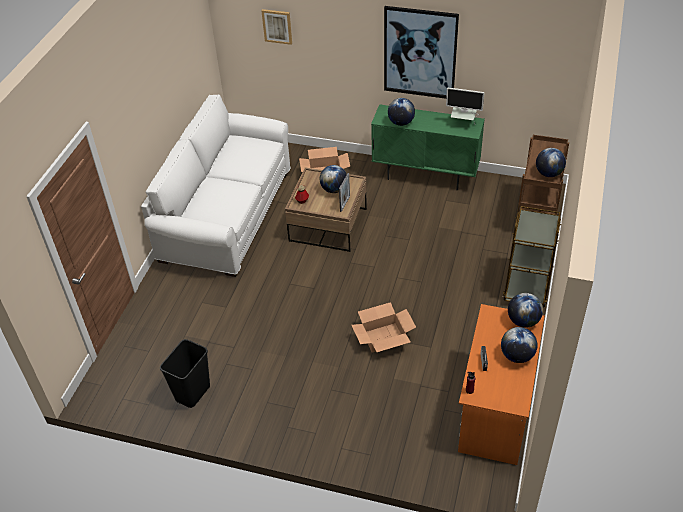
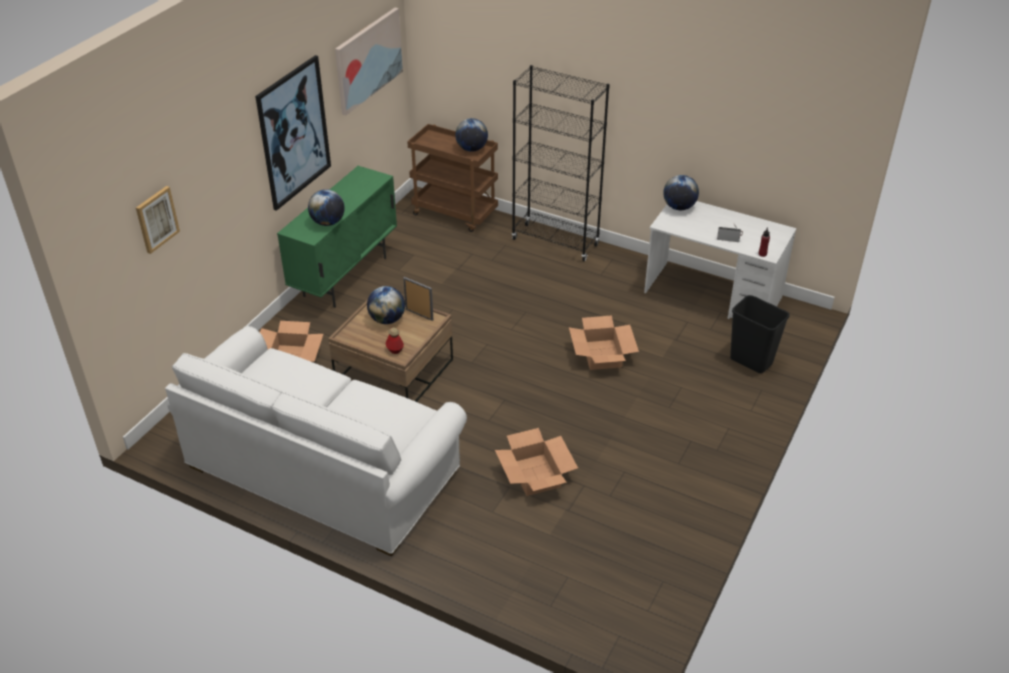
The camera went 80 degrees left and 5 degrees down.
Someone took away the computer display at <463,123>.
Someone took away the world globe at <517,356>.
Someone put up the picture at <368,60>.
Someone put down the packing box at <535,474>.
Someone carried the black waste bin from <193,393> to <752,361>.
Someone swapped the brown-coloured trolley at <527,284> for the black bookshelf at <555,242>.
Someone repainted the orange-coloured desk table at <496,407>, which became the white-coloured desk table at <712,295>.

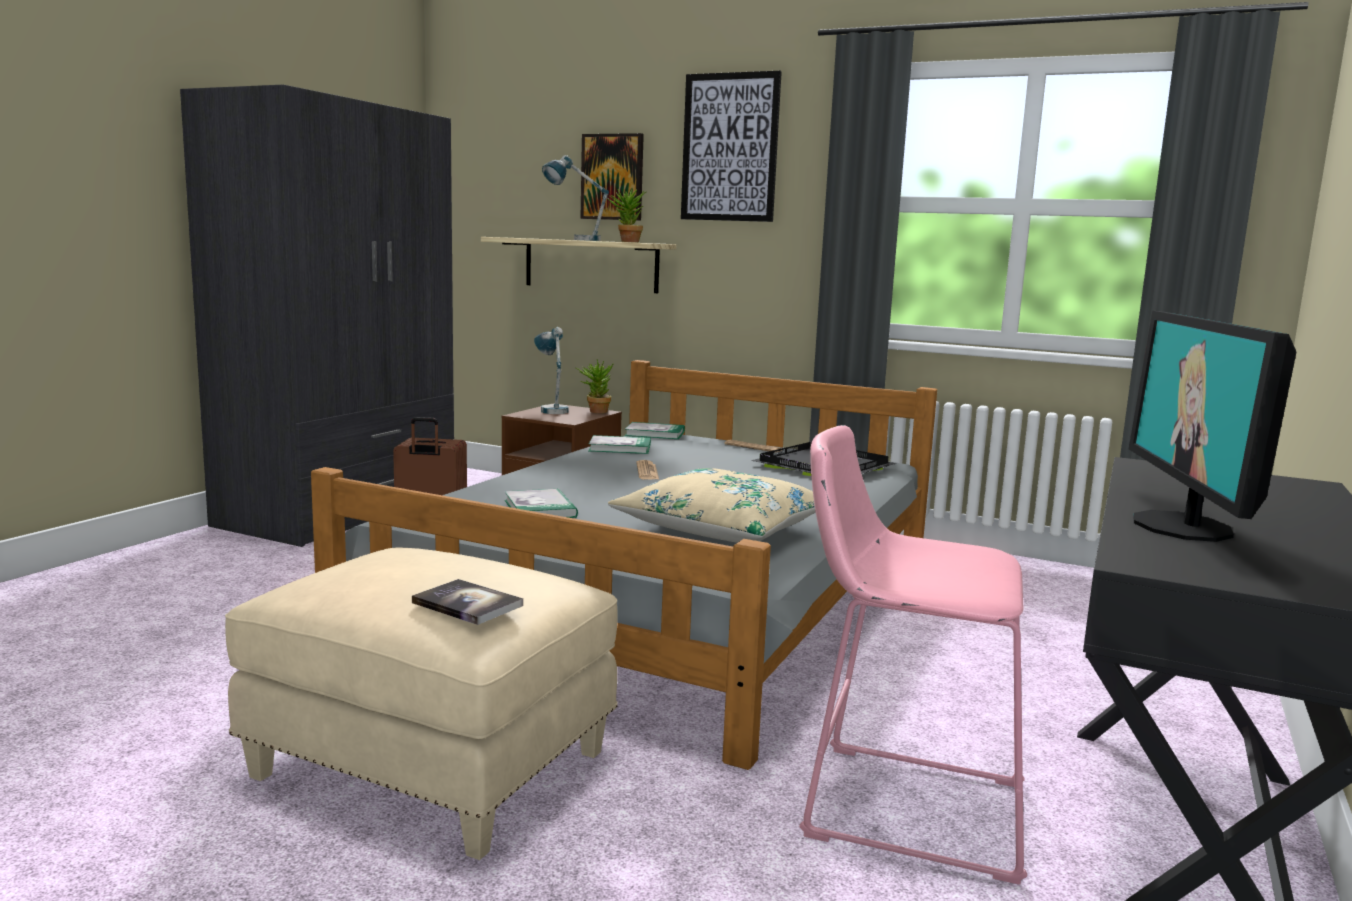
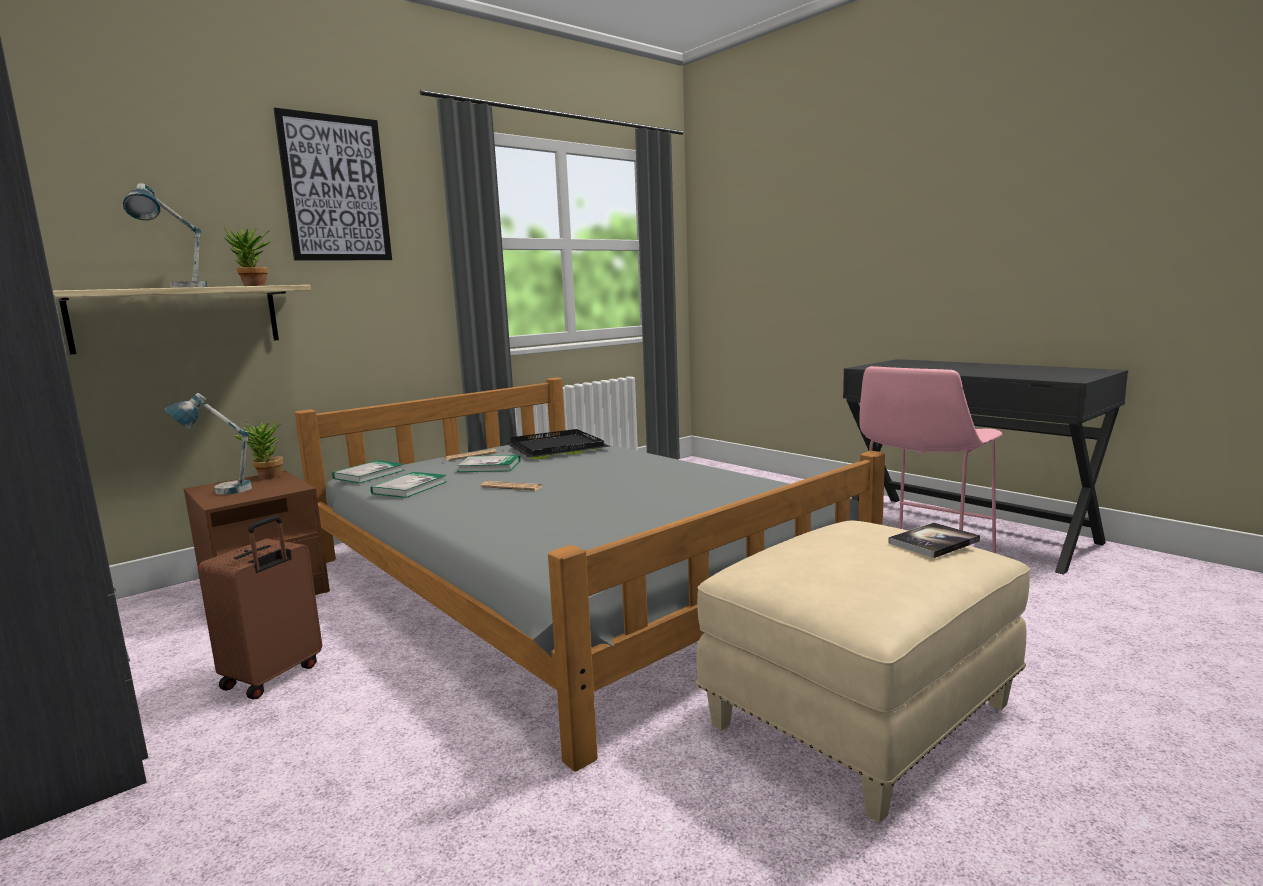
The camera went 65 degrees left and 0 degrees up.
Someone took away the picture at <612,177>.
Someone took away the beige-coloured cushion at <723,528>.
Someone took away the computer display at <1184,527>.
Someone carried the bound book from <540,509> to <489,466>.

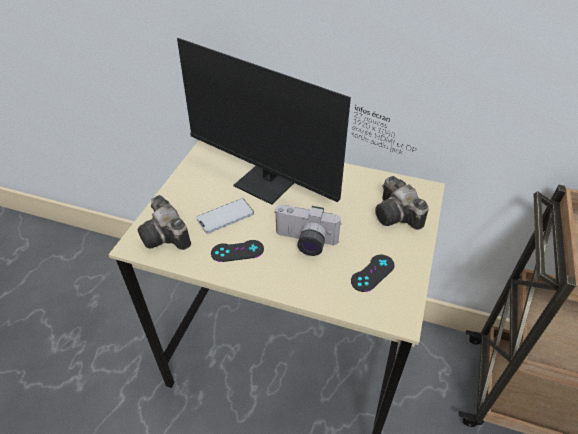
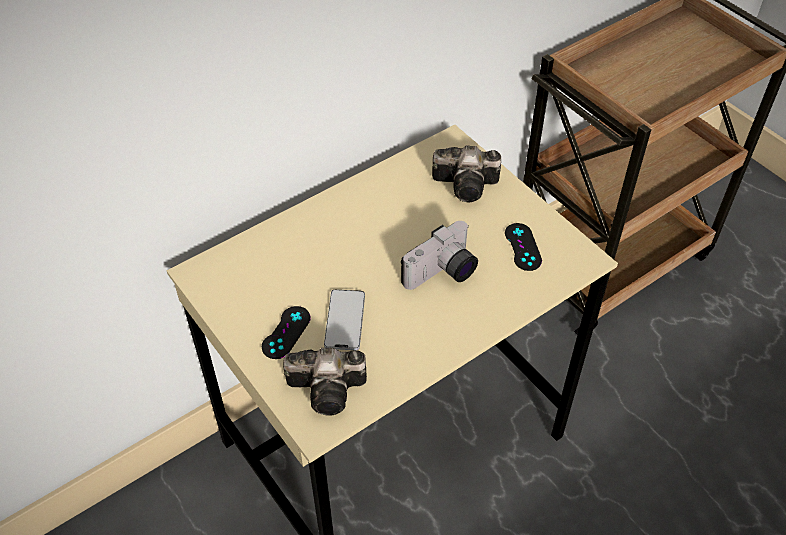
The camera went 55 degrees left and 5 degrees up.
Someone took away the computer display at <272,187>.
Someone carried the black gamepad from <237,251> to <286,332>.

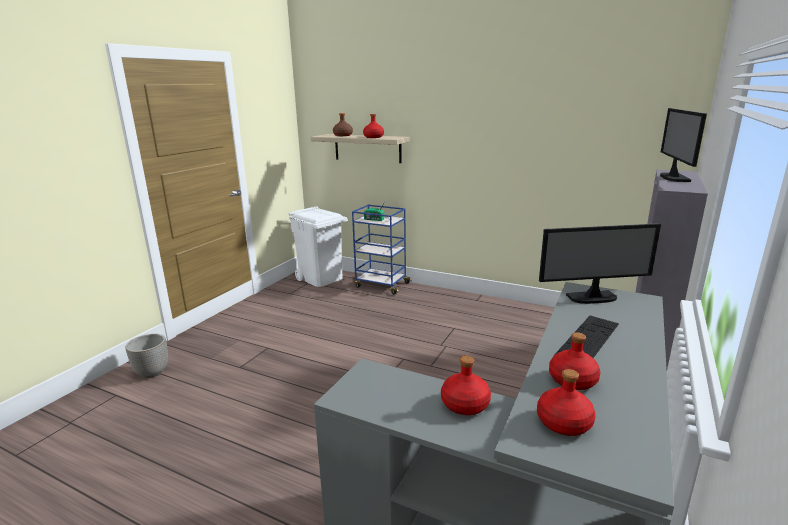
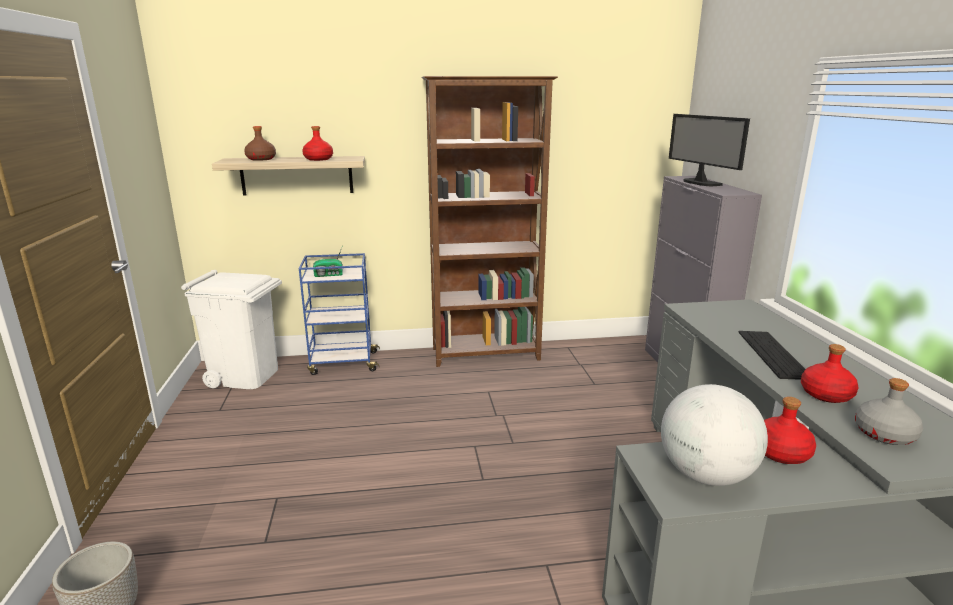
The camera went 35 degrees left and 0 degrees up.
Someone took away the computer display at <592,298>.
Someone put down the brown-coloured bookshelf at <487,354>.
Someone put down the world globe at <705,475>.
Someone repainted the reddish beverage bottle at <563,423>, which became the gray beverage bottle at <884,434>.

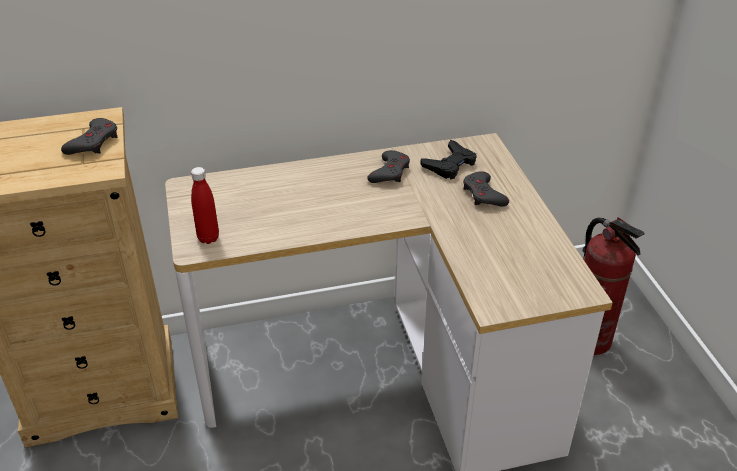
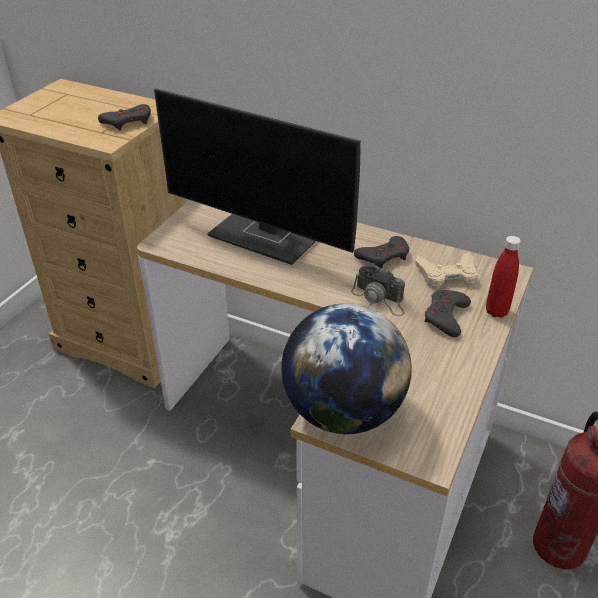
The camera went 40 degrees right and 0 degrees up.
Someone put down the computer display at <268,236>.
Someone put down the world globe at <343,412>.
Someone put down the photo camera at <380,298>.
Someone carried the reddish beverage bottle from <208,238> to <496,311>.
Someone repainted the black gamepad at <450,165>, which became the beige-coloured gamepad at <447,275>.

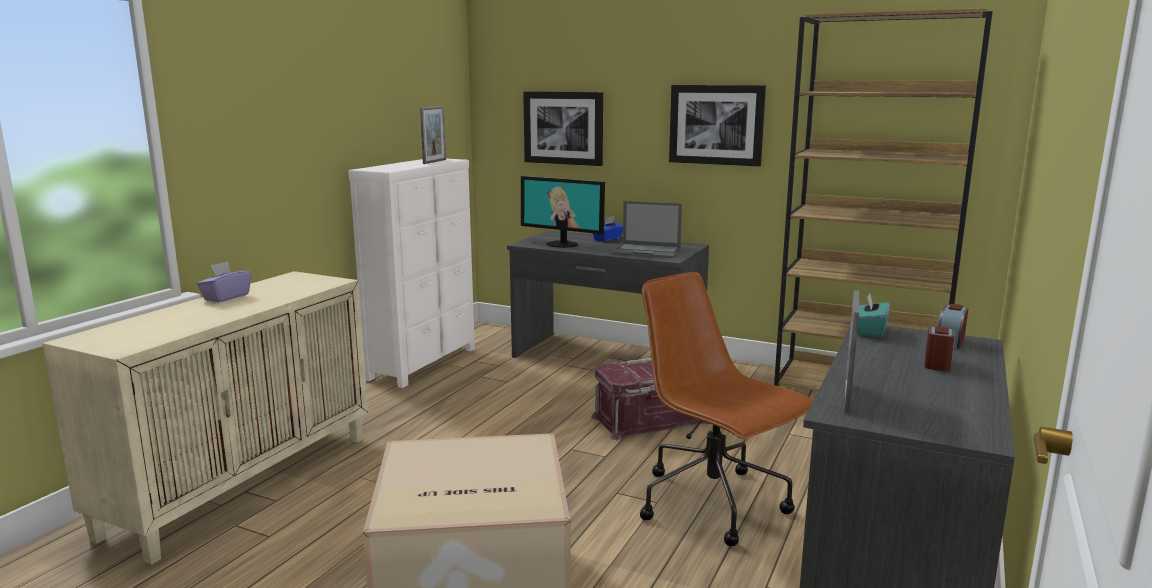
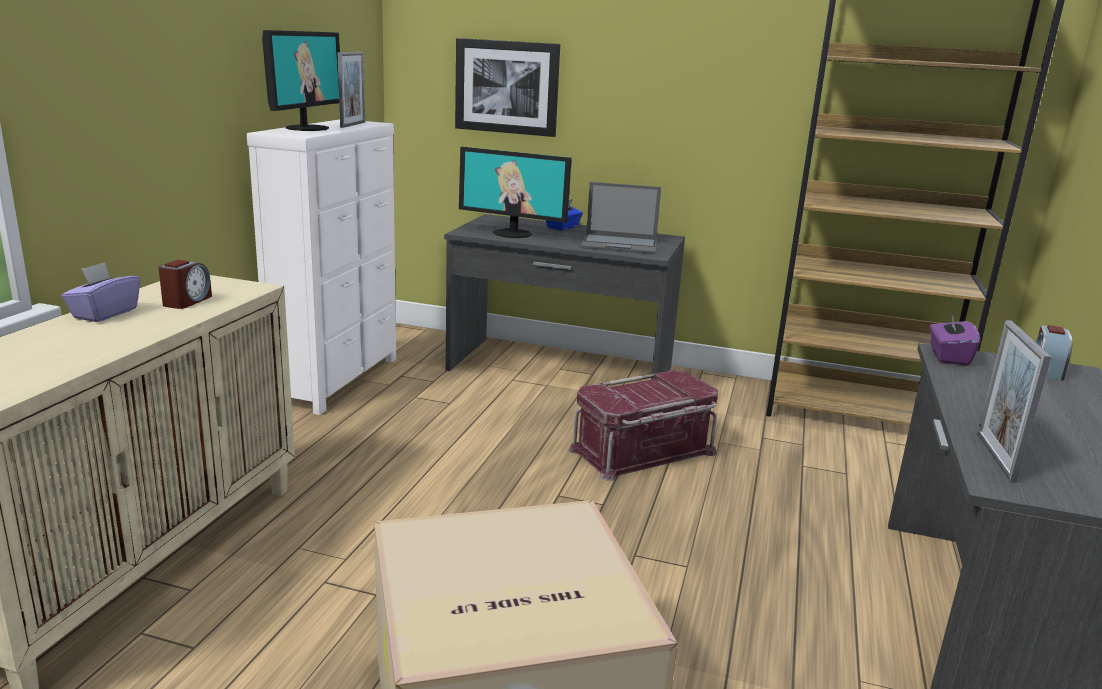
The camera went 10 degrees left and 5 degrees up.
Someone took away the brown-coloured desk chair at <714,504>.
Someone took away the picture at <716,125>.
Someone put down the computer display at <306,128>.
Someone carried the table clock from <937,363> to <187,301>.
Someone repainted the blue-green box of tissues at <870,331>, which became the purple-coloured box of tissues at <948,356>.

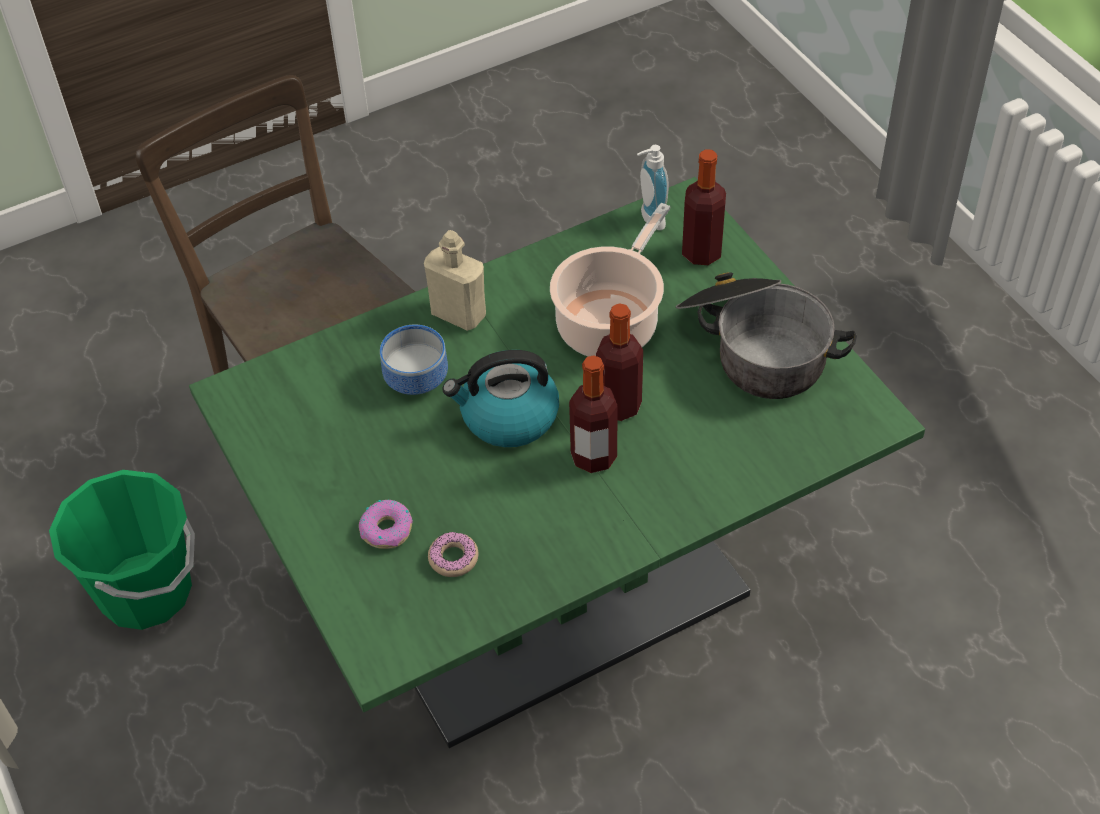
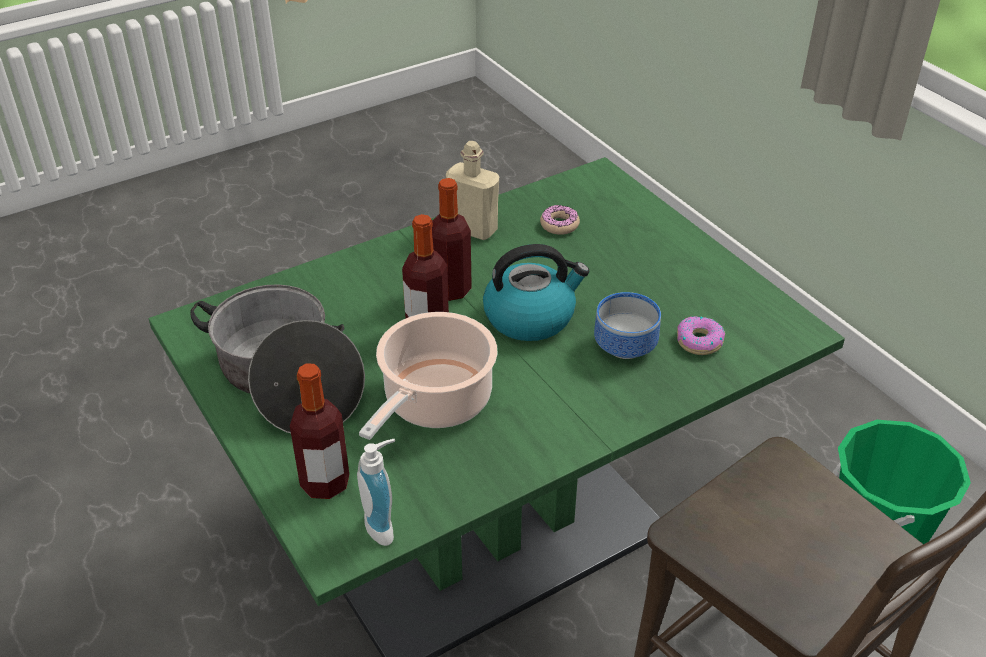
The camera went 175 degrees right and 10 degrees down.
Someone carried the donut from <387,529> to <699,341>.
Someone carried the beige-coloured beverage bottle from <458,314> to <473,229>.

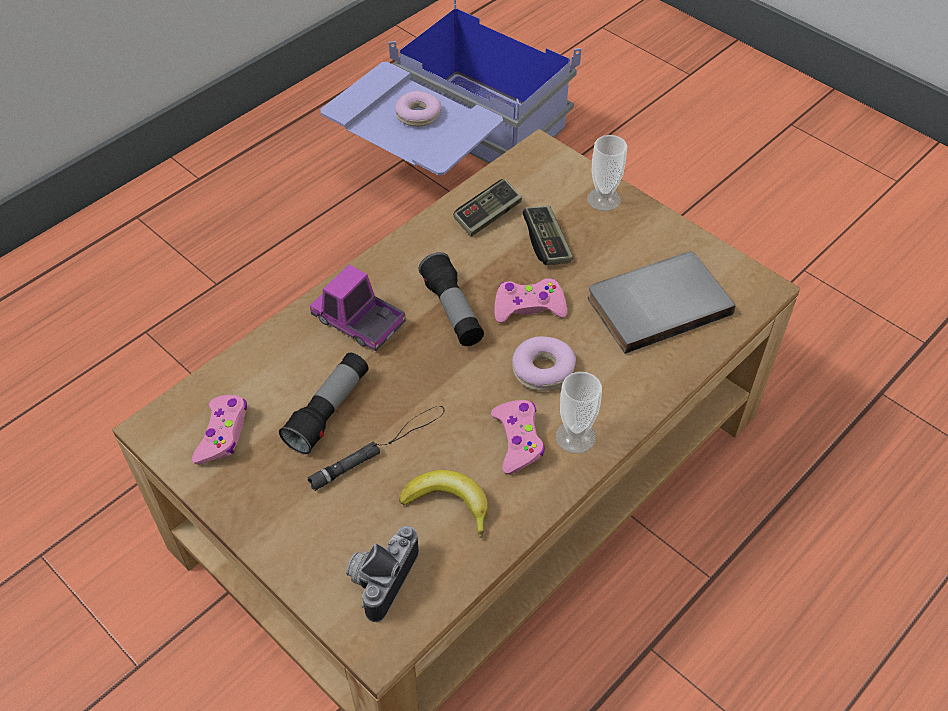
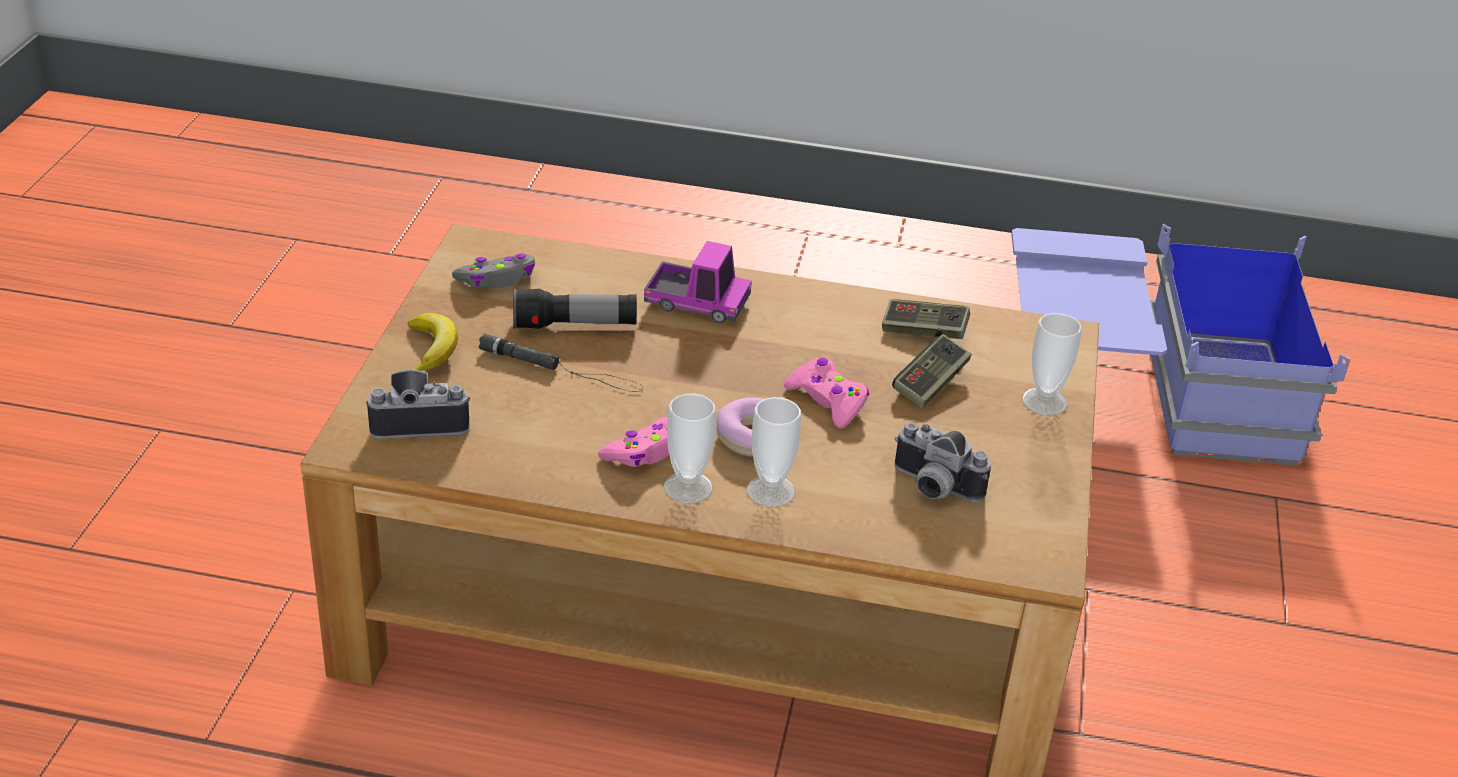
The camera went 55 degrees right and 15 degrees down.
Someone took away the donut at <418,115>.
Someone took away the hand torch at <452,311>.
Someone put down the cup at <770,491>.
Someone carried the banana from <448,504> to <431,351>.
Someone swapped the gray bound book at <656,302> for the photo camera at <932,488>.
Someone repainted the pink gamepad at <223,434>, which became the gray gamepad at <497,279>.
Someone rotated the toy truck at <358,322> by 105 degrees clockwise.

